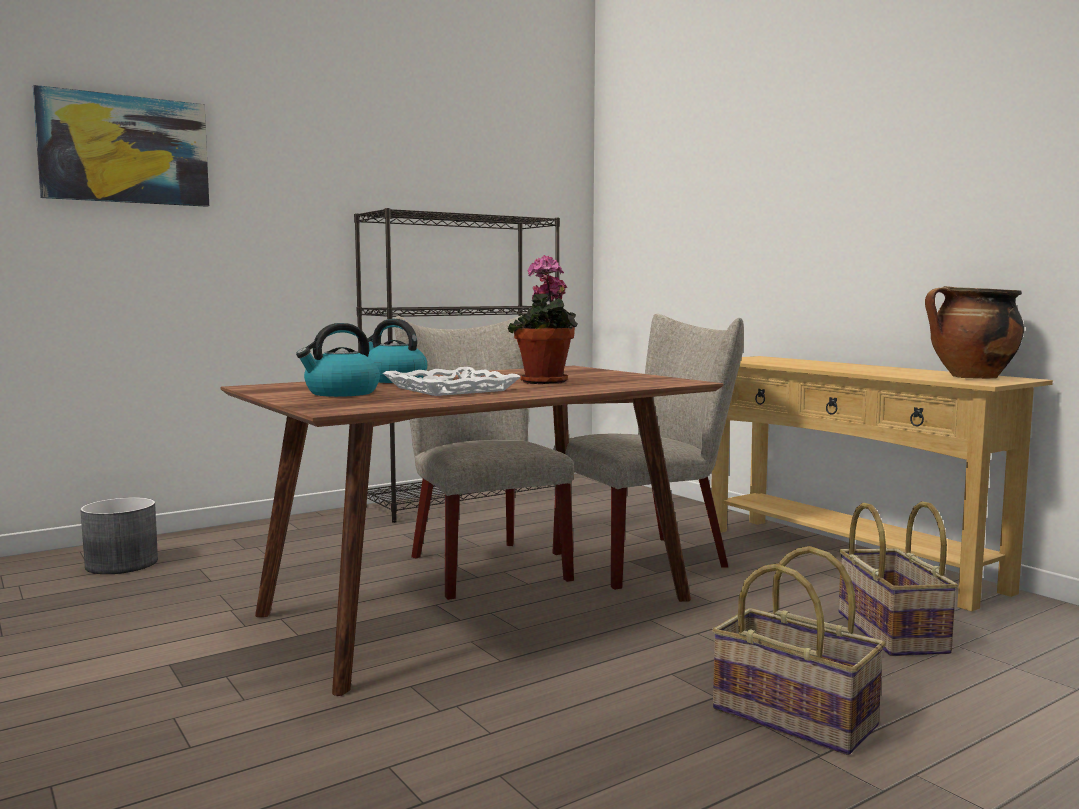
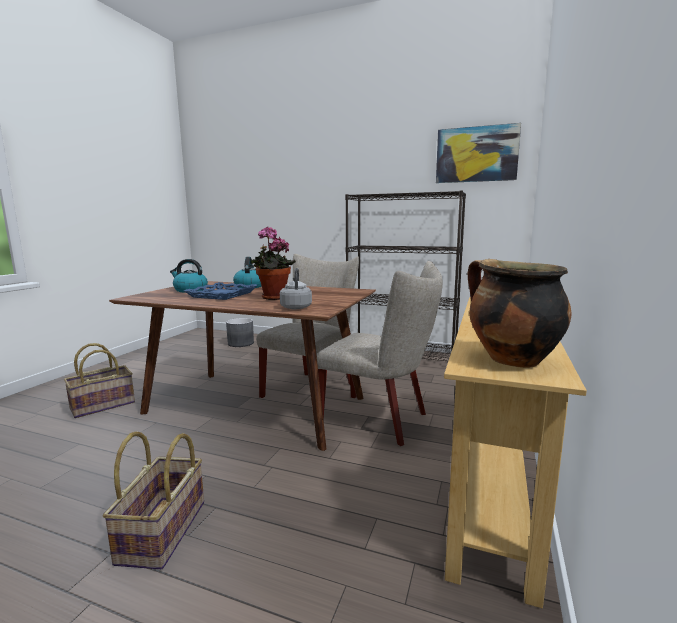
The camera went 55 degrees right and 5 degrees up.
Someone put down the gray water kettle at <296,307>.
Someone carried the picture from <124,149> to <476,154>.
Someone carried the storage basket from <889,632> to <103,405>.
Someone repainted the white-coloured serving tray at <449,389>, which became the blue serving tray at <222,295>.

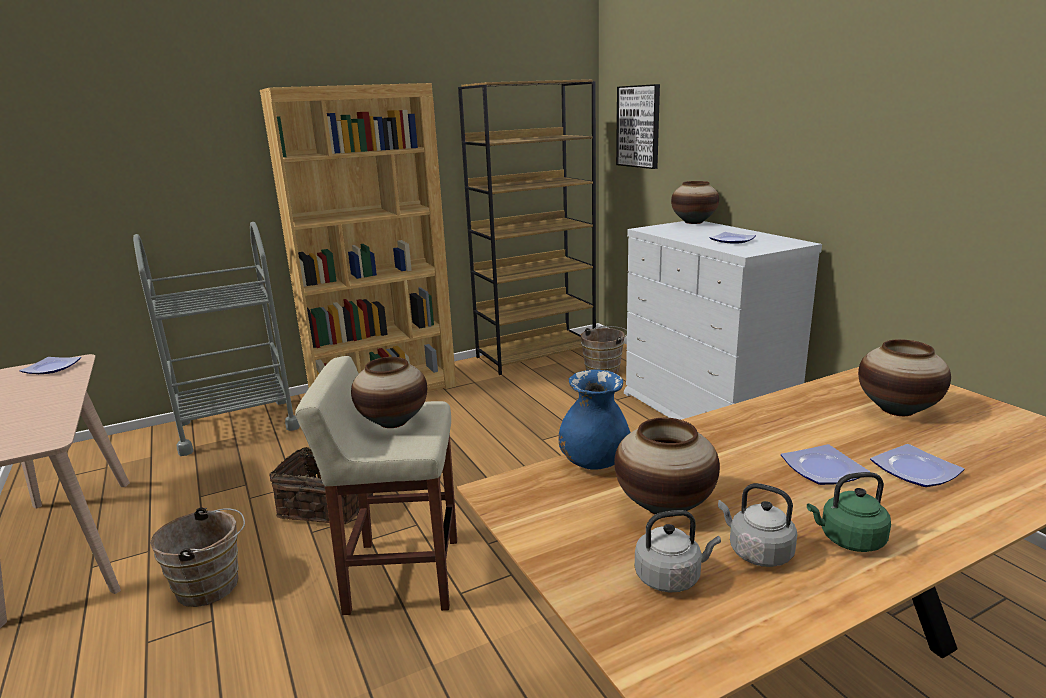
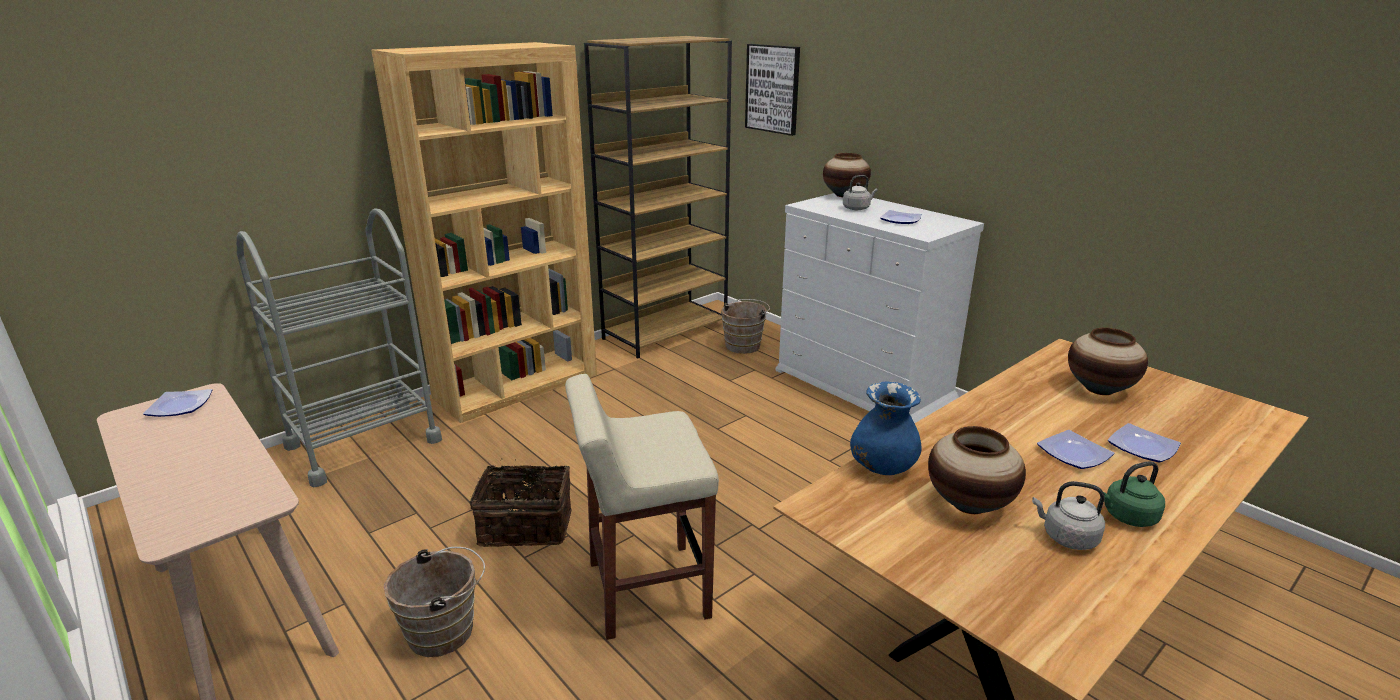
The camera went 15 degrees left and 5 degrees up.
Someone took away the decorative vase at <393,422>.
Someone carried the gray water kettle from <671,577> to <857,208>.

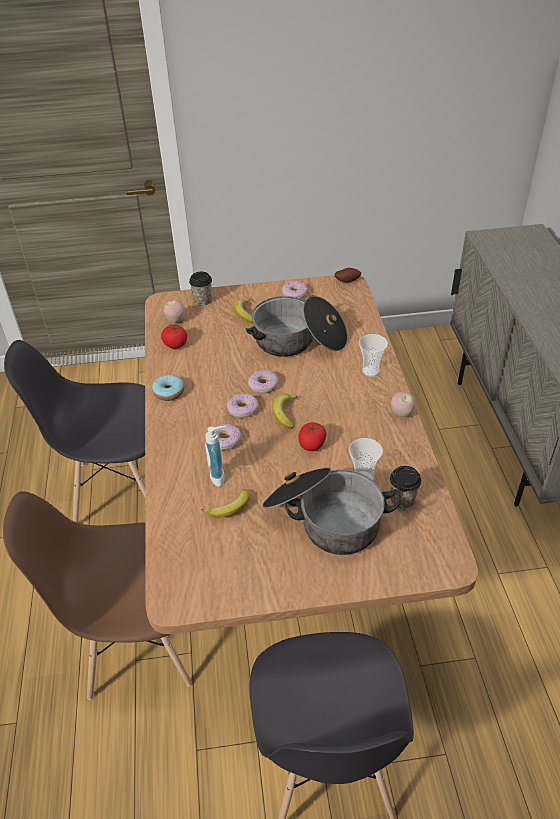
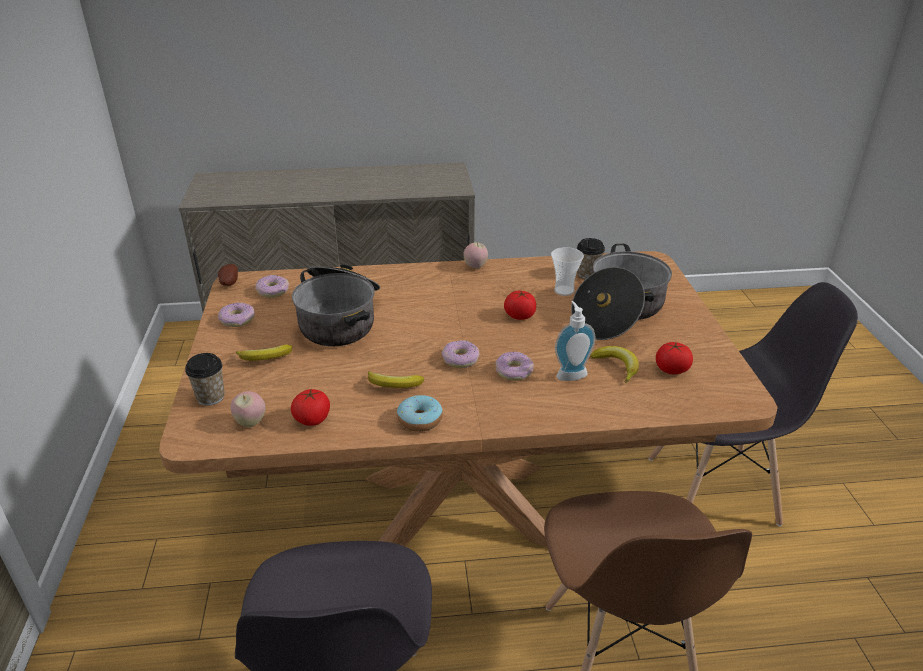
The camera went 90 degrees left and 10 degrees down.
Someone took away the cup at <371,371>.
Someone put down the whole tomato at <672,369>.
Someone carried the donut from <263,385> to <273,291>.
Someone carried the banana from <284,413> to <394,385>.

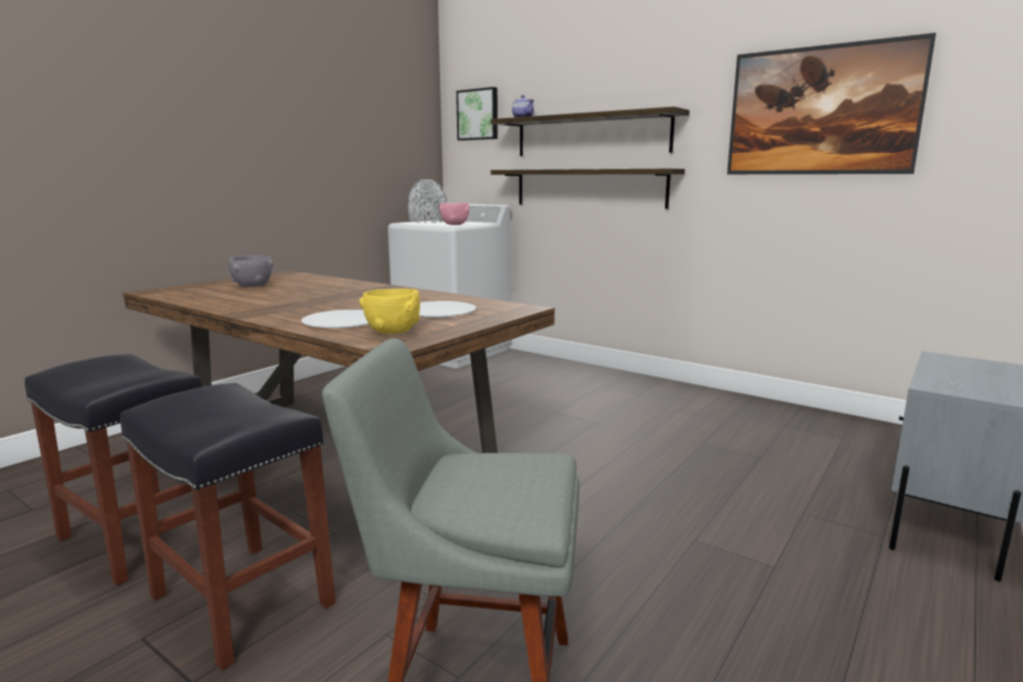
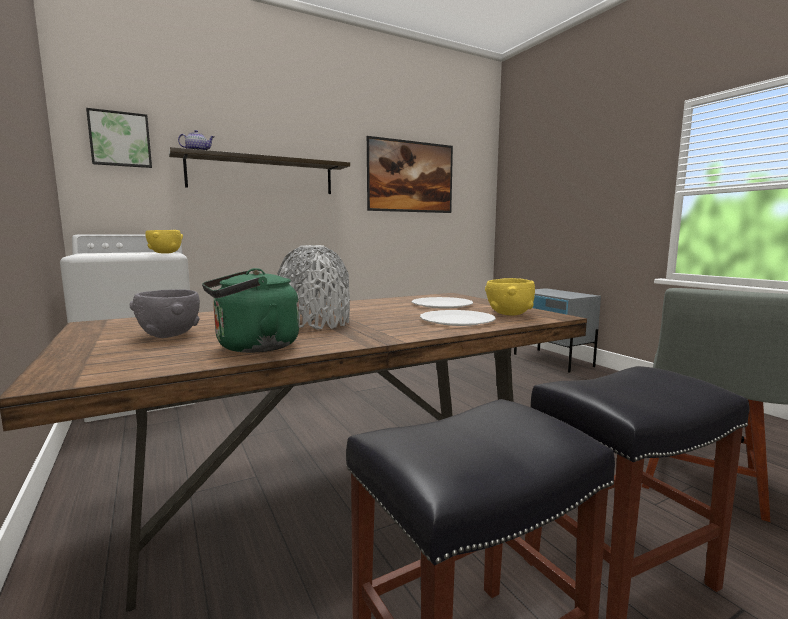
The camera went 65 degrees left and 5 degrees down.
Someone took away the shelf at <588,188>.
Someone put down the green water kettle at <253,347>.
Someone carried the gray decorative vase from <427,221> to <314,323>.
Someone repainted the pink bowl at <455,225>, which became the yellow-coloured bowl at <165,253>.

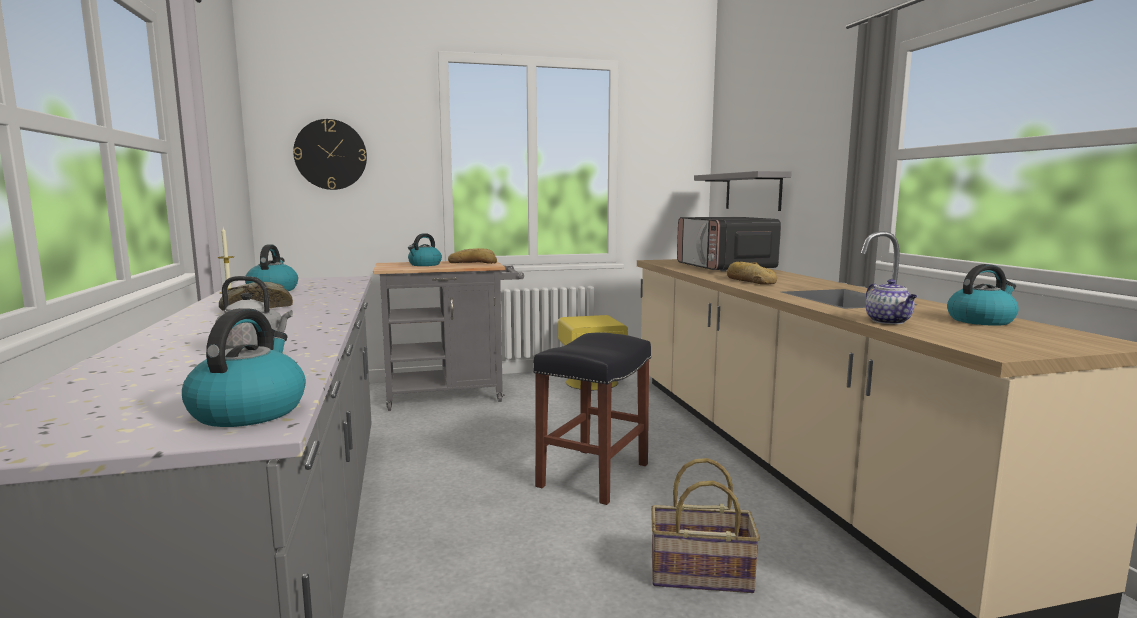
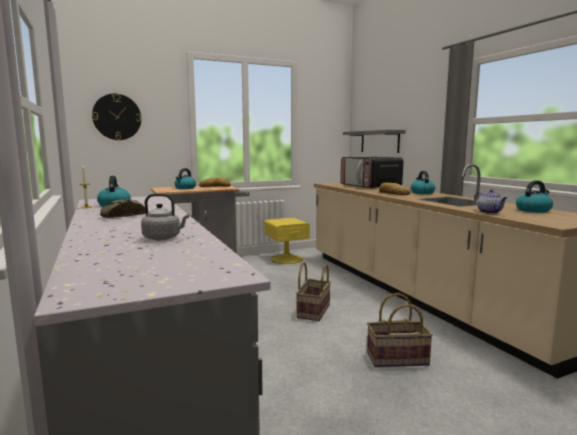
The camera went 10 degrees left and 0 degrees up.
Someone carried the water kettle from <249,411> to <422,193>.
Someone swapped the black stool seat at <593,474> for the storage basket at <313,311>.

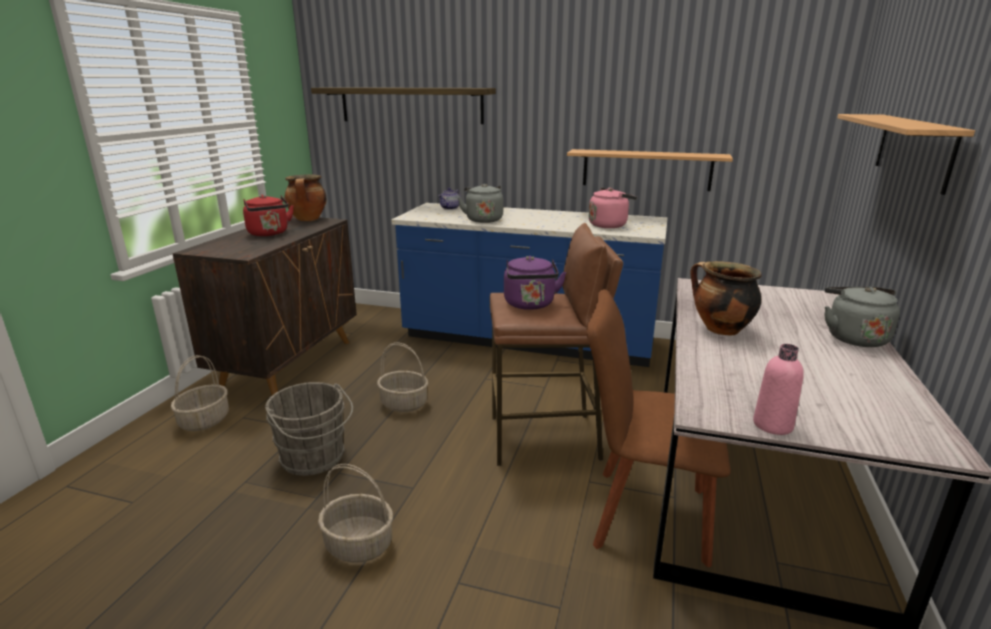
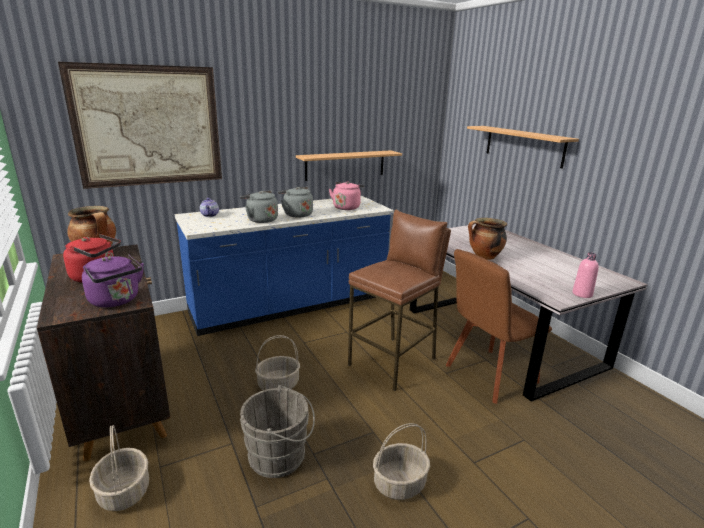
The camera went 45 degrees left and 0 degrees up.
Someone carried the purple-coloured water kettle from <530,305> to <116,301>.
Someone carried the gray water kettle from <853,337> to <296,214>.
Someone swapped the shelf at <411,105> for the picture at <148,126>.

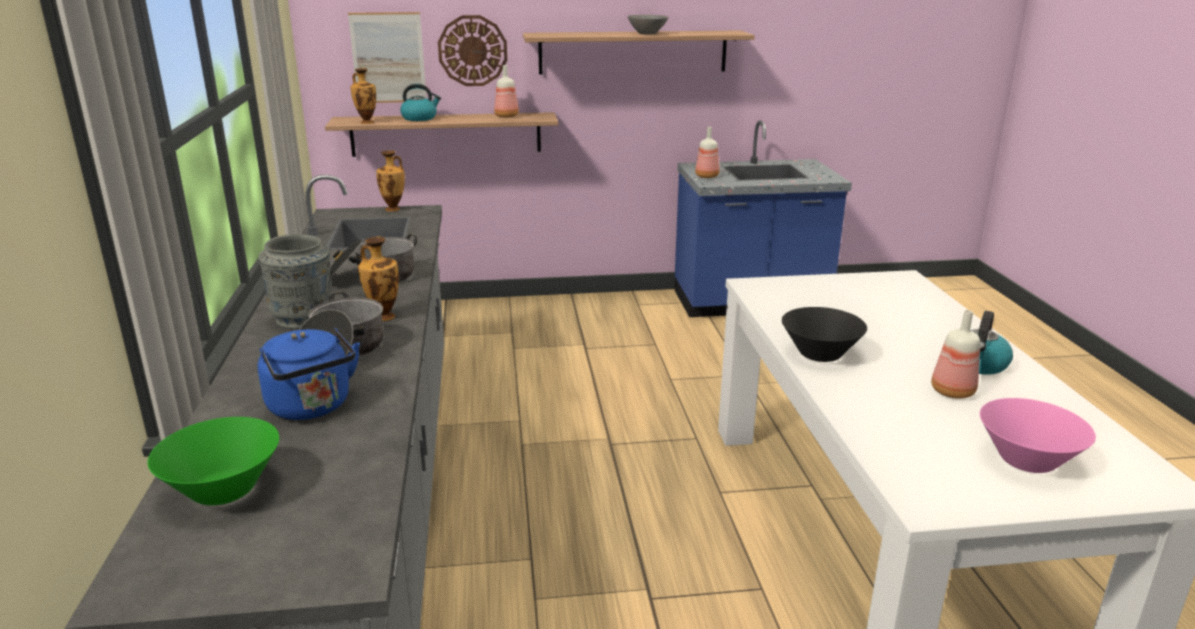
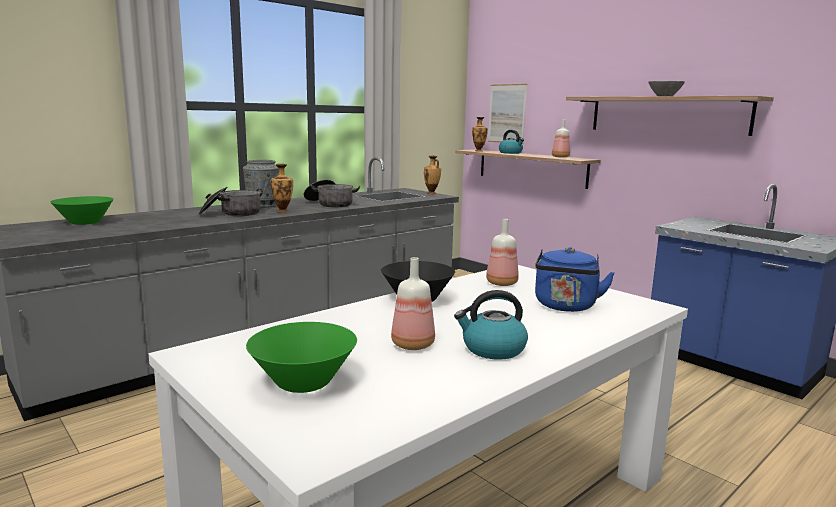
The camera went 55 degrees right and 10 degrees down.
Someone took away the wall clock at <472,51>.
Someone carried the blue water kettle from <312,407> to <565,306>.
Someone carried the beverage bottle from <707,176> to <503,283>.
Someone repainted the pink bowl at <1026,460>, which became the green bowl at <304,382>.

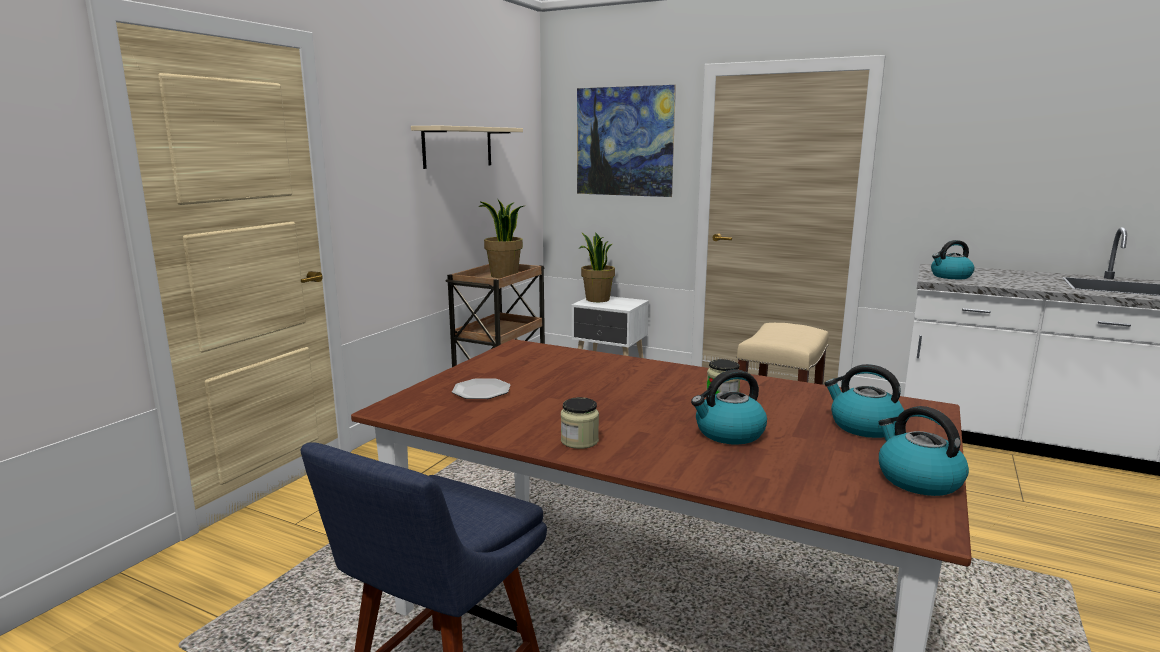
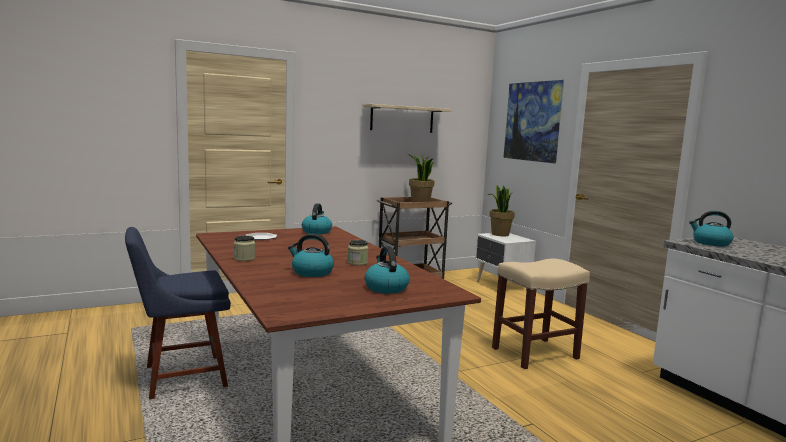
The camera went 35 degrees right and 5 degrees down.
Someone carried the water kettle from <917,479> to <316,231>.

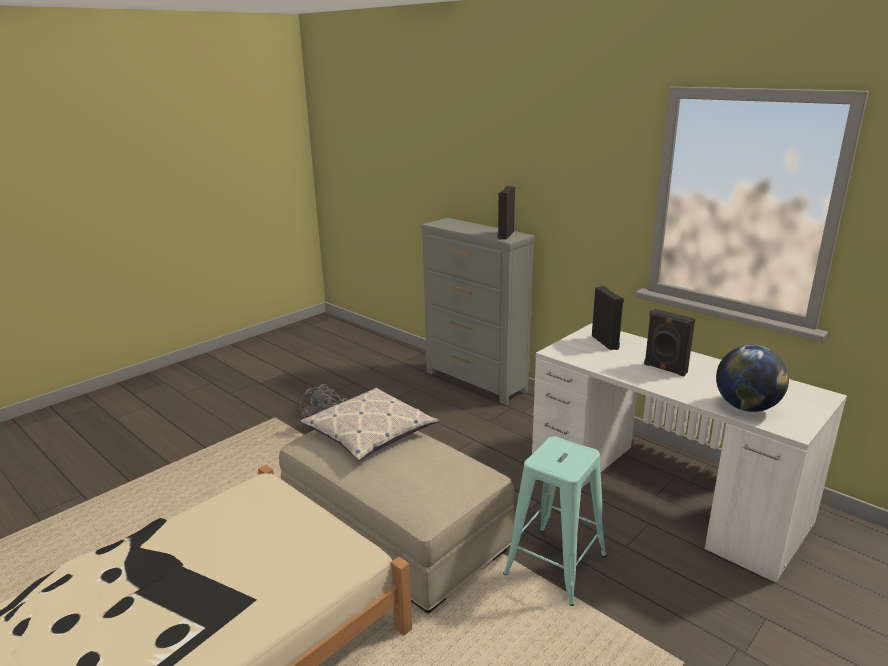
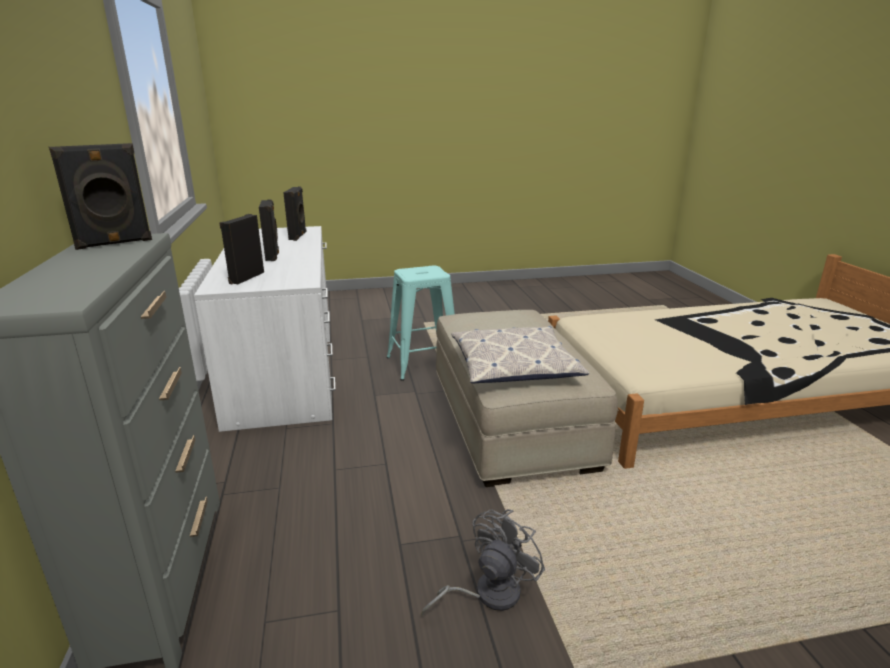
The camera went 145 degrees left and 0 degrees up.
Someone swapped the world globe at <746,407> for the black speaker at <298,236>.

